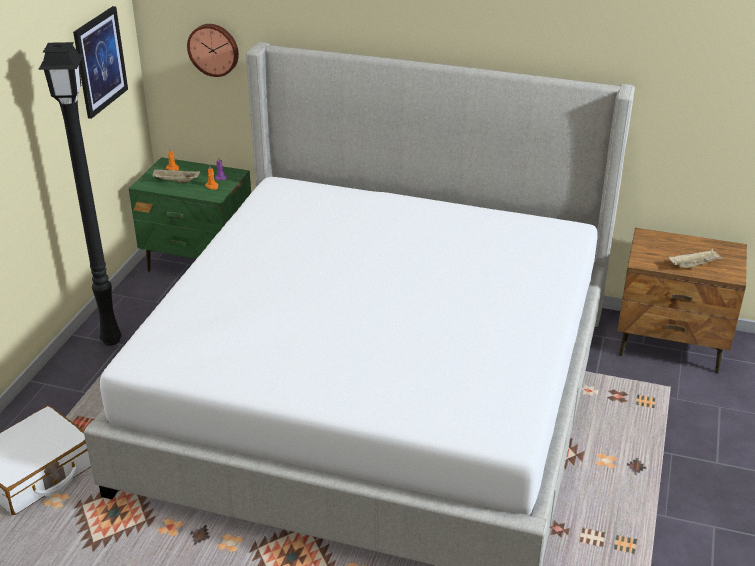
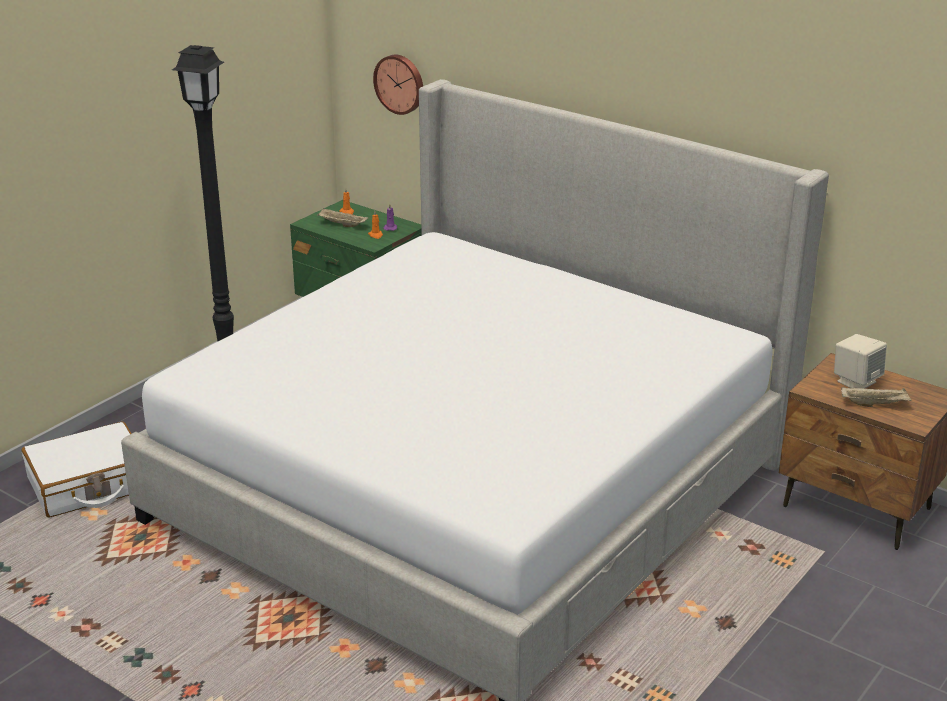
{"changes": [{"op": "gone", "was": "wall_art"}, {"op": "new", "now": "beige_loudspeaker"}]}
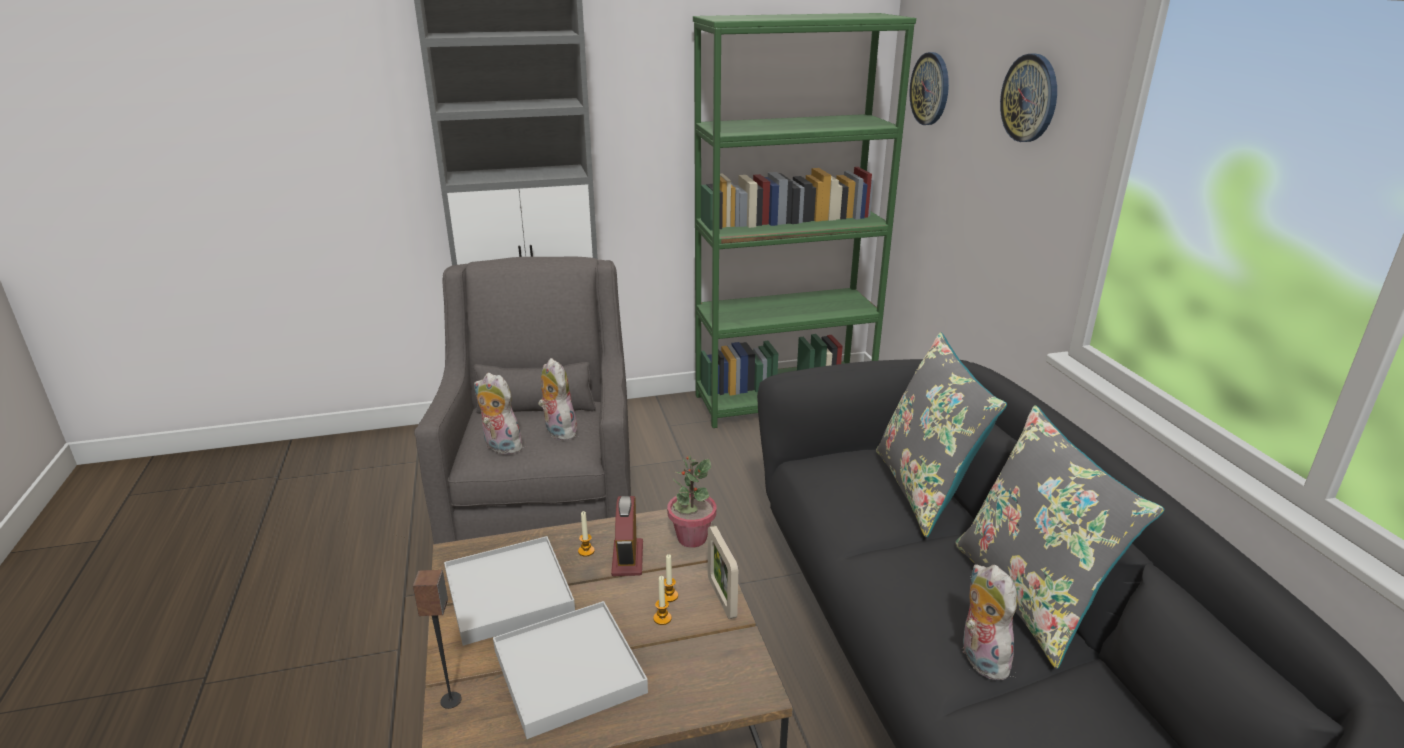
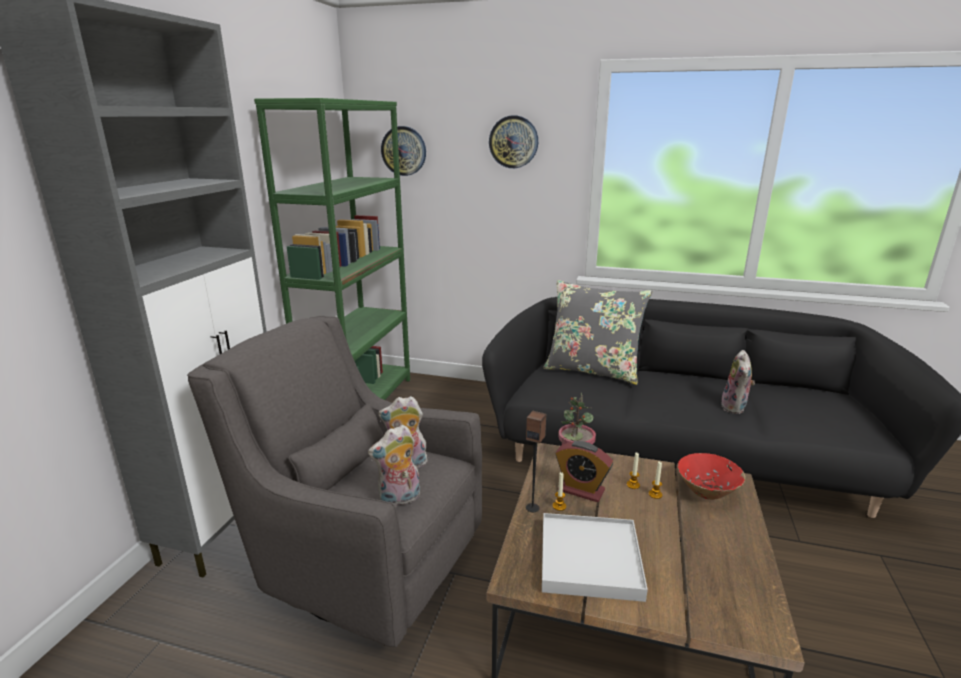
{"changes": [{"op": "shifted", "was": "loudspeaker"}, {"op": "gone", "was": "whitish_serving_tray (no. 2 from left)"}, {"op": "gone", "was": "picture_frame"}, {"op": "gone", "was": "grey_pillow (no. 2 from left)"}, {"op": "rotated", "was": "soft_toy (no. 3 from left)", "clockwise": -90}, {"op": "new", "now": "red_bowl"}]}
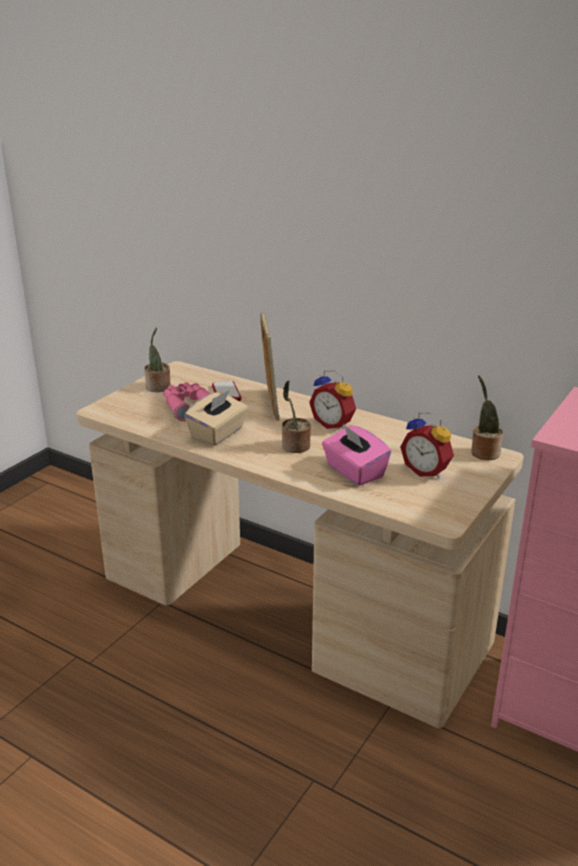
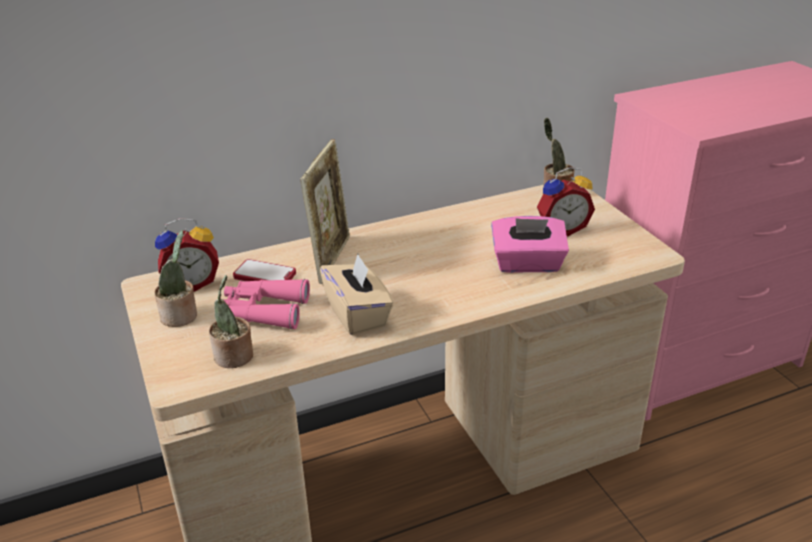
{"changes": [{"op": "rotated", "was": "picture_frame", "clockwise": 75}, {"op": "shifted", "was": "potted_plant (no. 2 from left)"}, {"op": "shifted", "was": "alarm_clock (no. 1 from left)"}]}
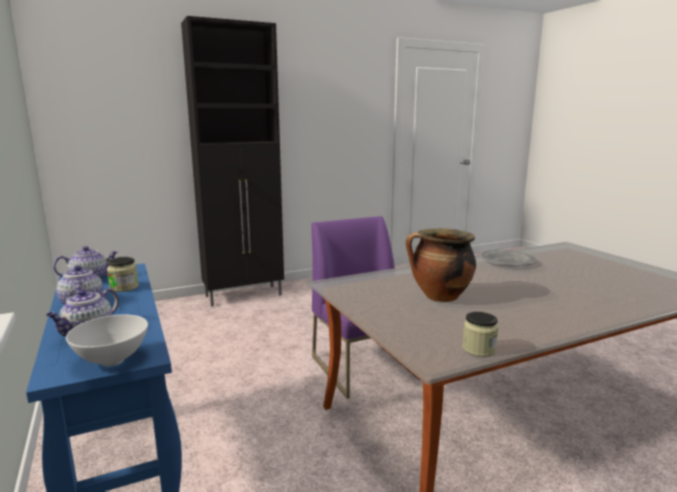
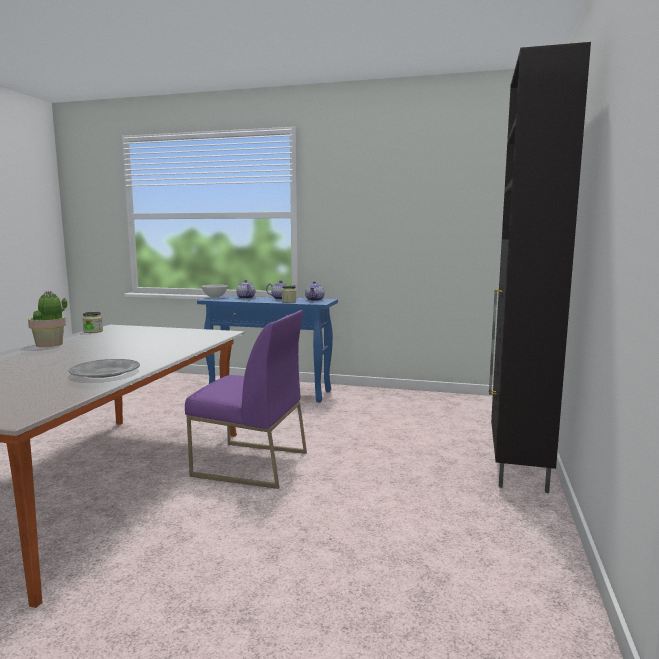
{"changes": [{"op": "gone", "was": "stockpot"}, {"op": "new", "now": "potted_plant"}]}
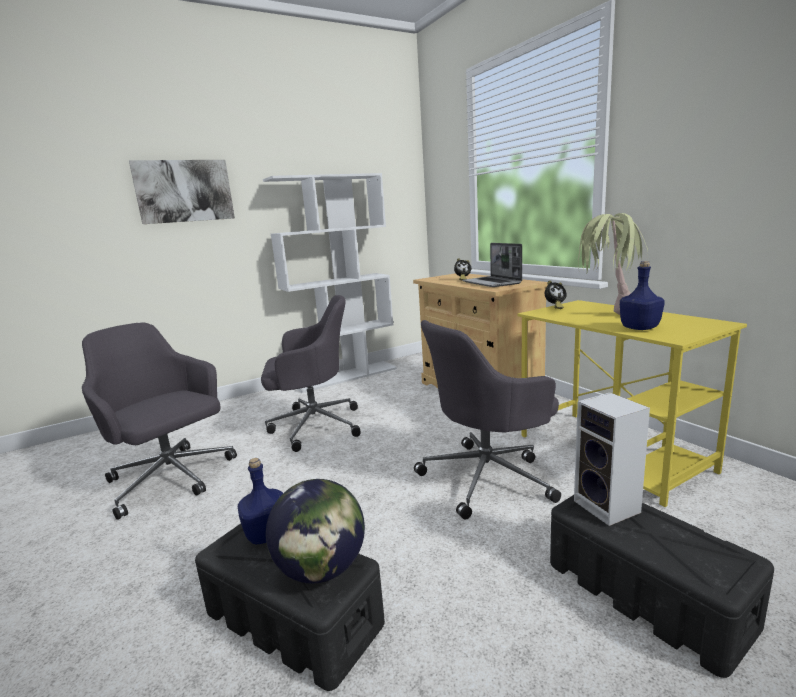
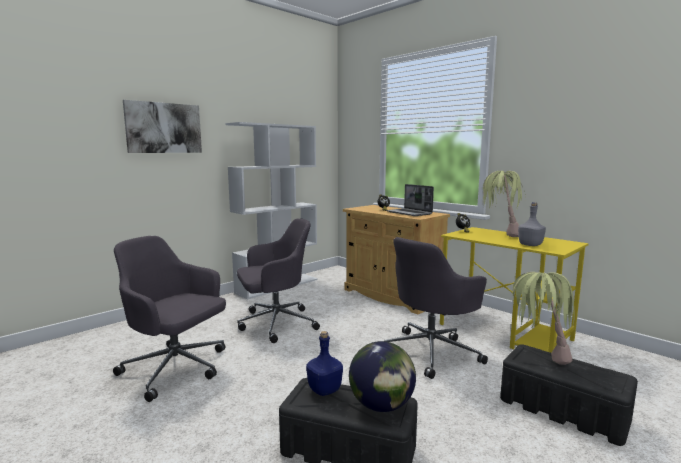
{"changes": [{"op": "swapped", "was": "loudspeaker", "now": "potted_plant (no. 2 from left)"}, {"op": "repainted", "was": "blue_beverage_bottle (no. 2 from left)", "now": "grey_beverage_bottle"}]}
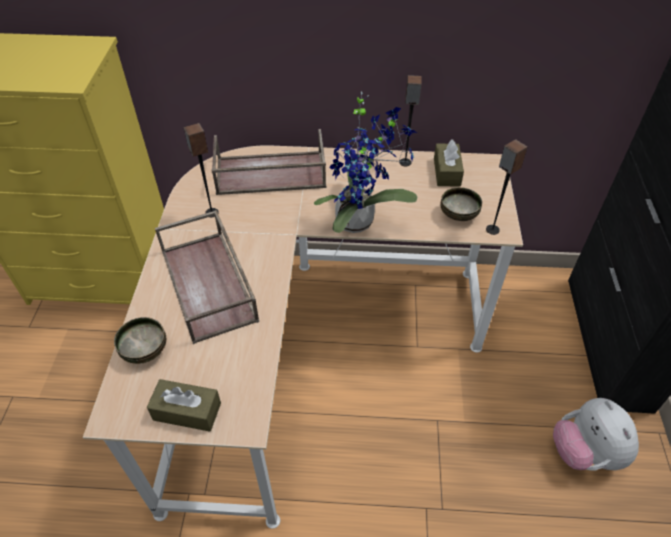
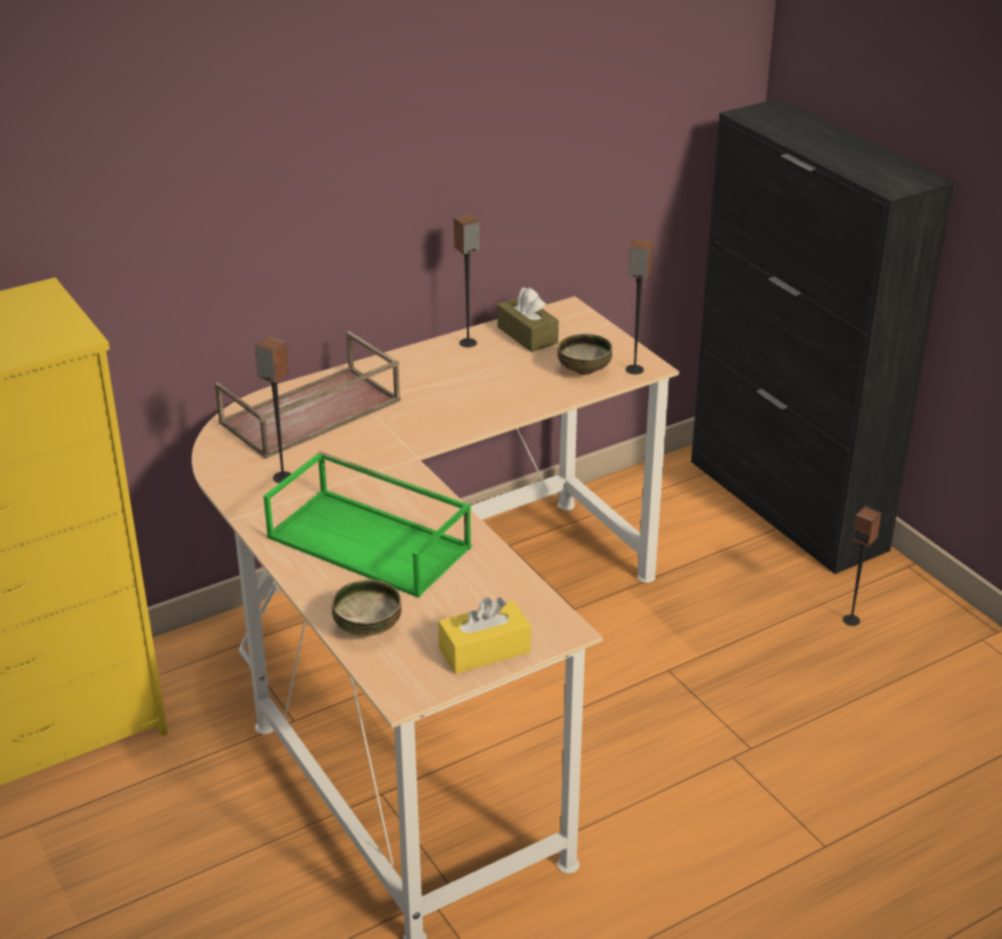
{"changes": [{"op": "repainted", "was": "brown-coloured_tissue_box (no. 1 from left)", "now": "yellow-coloured_tissue_box"}, {"op": "repainted", "was": "brown-coloured_serving_tray (no. 1 from left)", "now": "green_serving_tray"}, {"op": "gone", "was": "potted_plant"}, {"op": "swapped", "was": "soft_toy", "now": "loudspeaker (no. 4 from left)"}]}
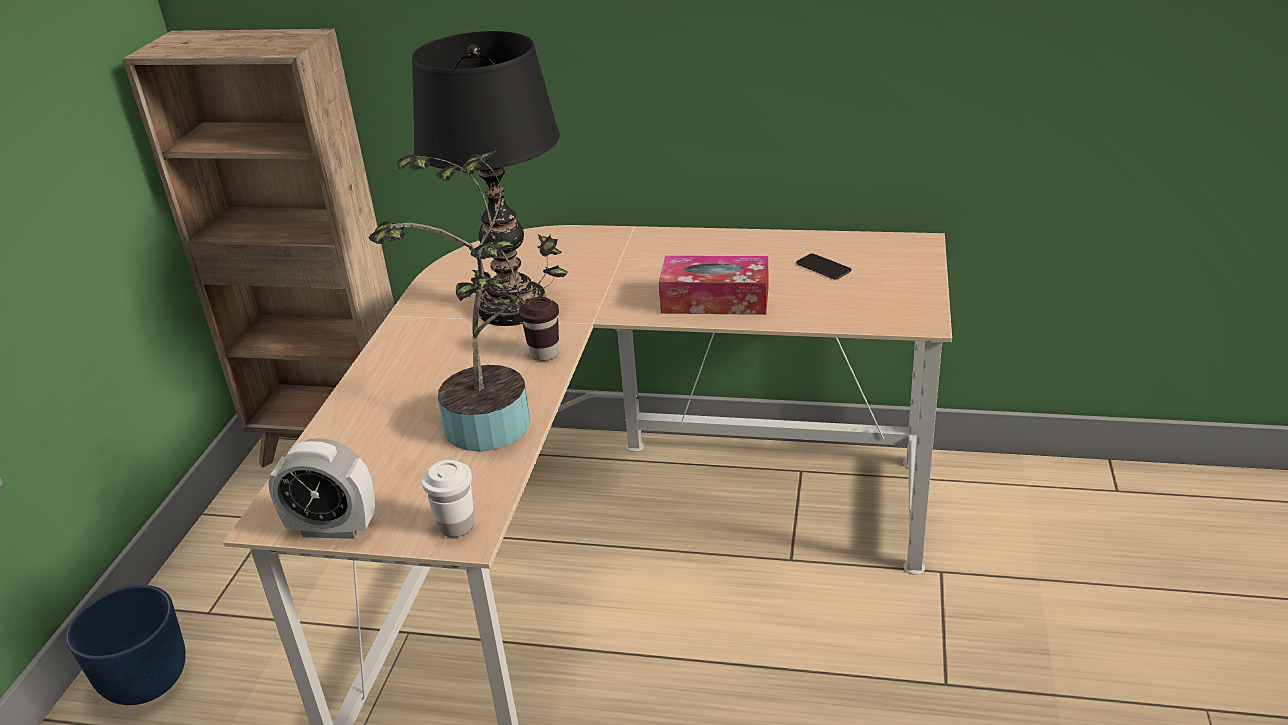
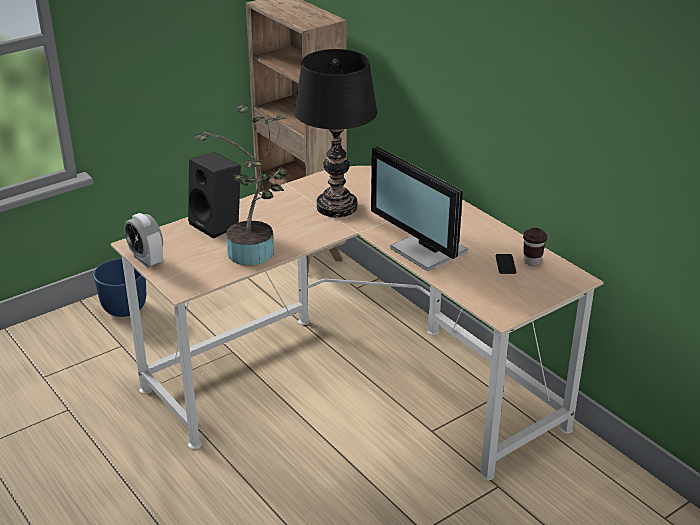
{"changes": [{"op": "gone", "was": "whitish_cup"}, {"op": "shifted", "was": "brown-coloured_cup"}, {"op": "swapped", "was": "tissue_box", "now": "computer_display"}, {"op": "new", "now": "black_loudspeaker"}]}
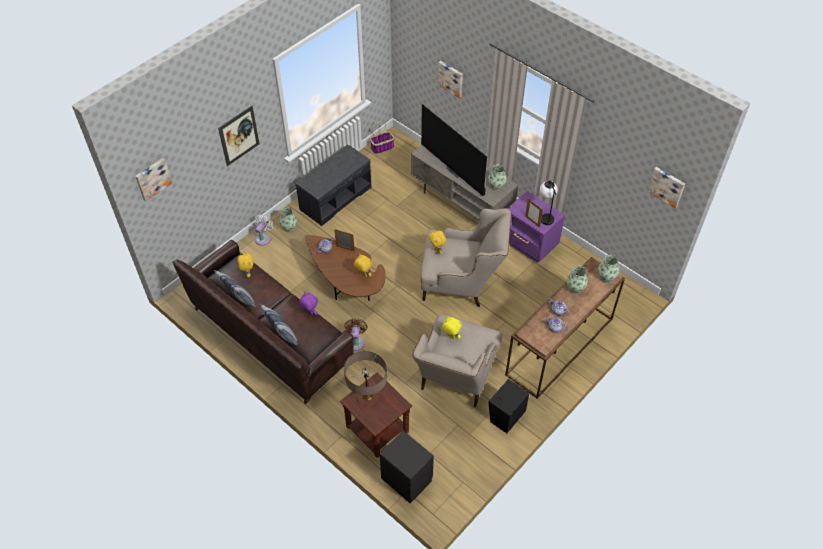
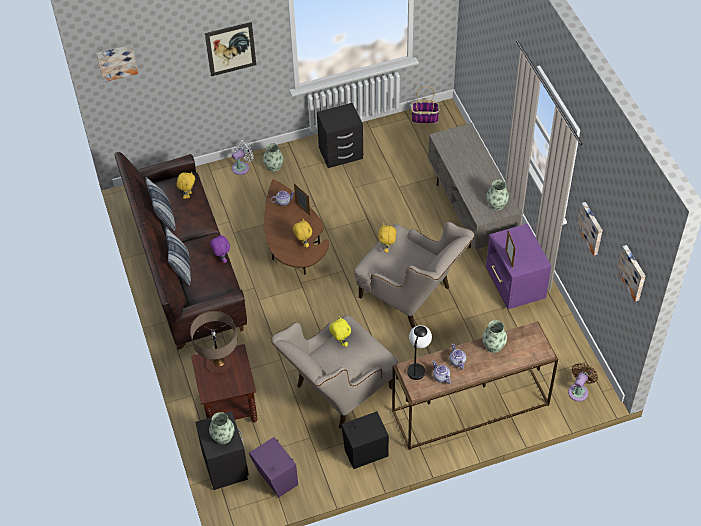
{"changes": [{"op": "swapped", "was": "grey_long_seat", "now": "black_night_table (no. 2 from left)"}, {"op": "shifted", "was": "brown-coloured_electric_fan"}, {"op": "gone", "was": "television"}, {"op": "shifted", "was": "wall_art (no. 3 from left)"}, {"op": "shifted", "was": "table_lamp (no. 2 from left)"}, {"op": "shifted", "was": "flower_vase (no. 4 from left in the first image)", "now": "flower_vase (no. 1 from left)"}, {"op": "new", "now": "purple_loudspeaker"}]}
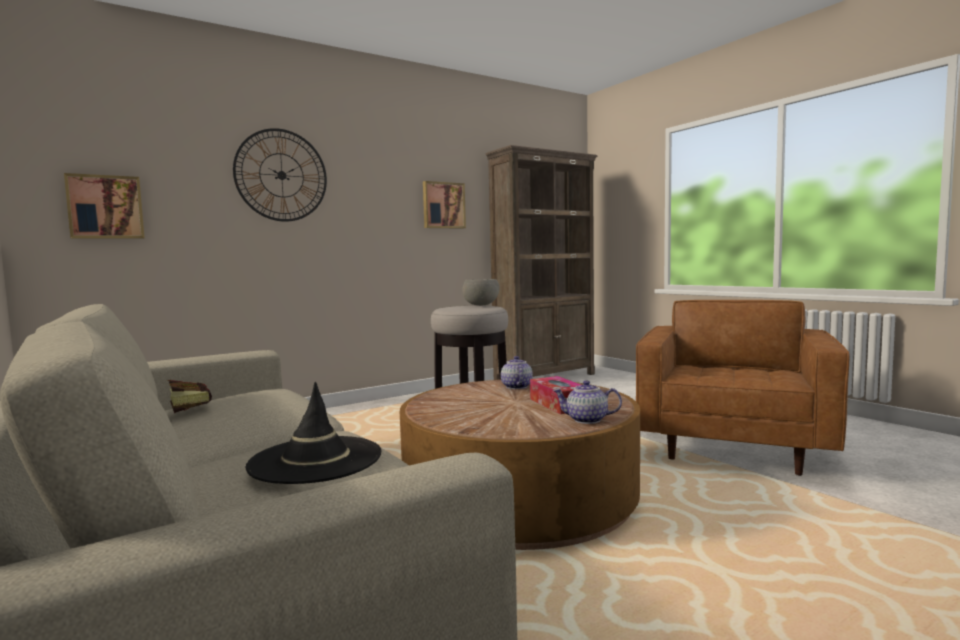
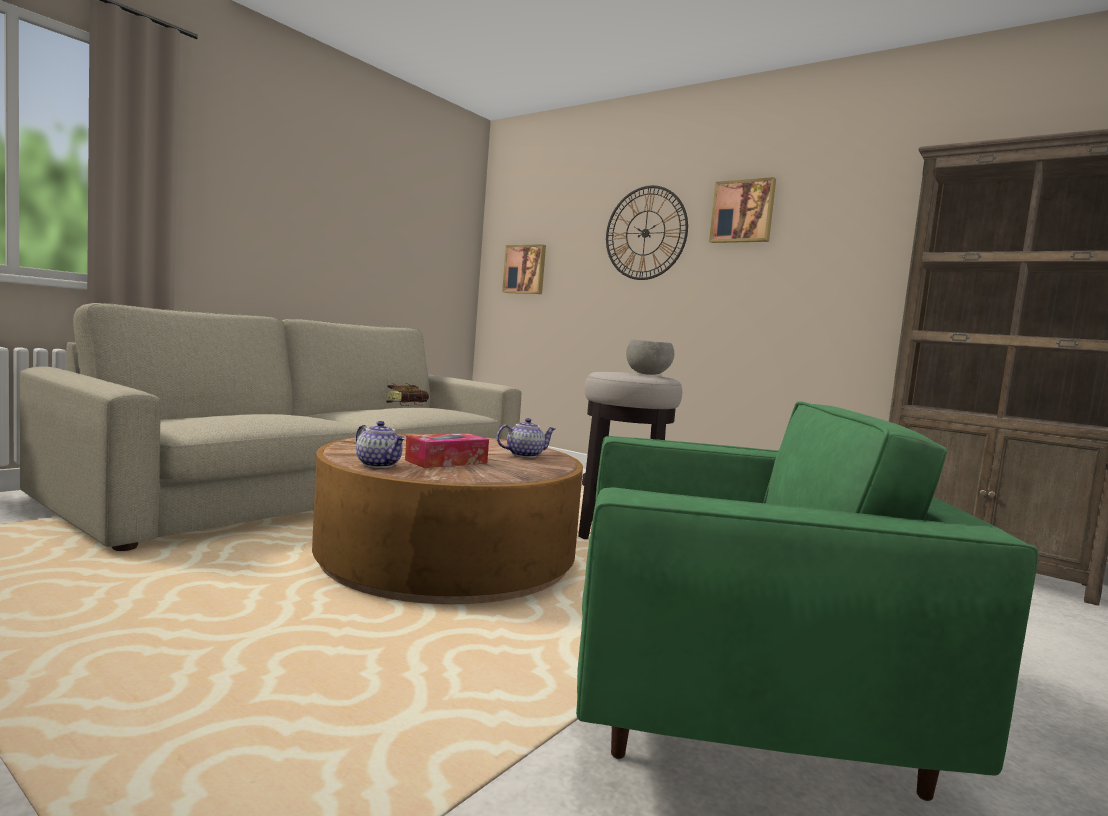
{"changes": [{"op": "gone", "was": "black_wearable_hat"}, {"op": "shifted", "was": "wall_art (no. 2 from left)"}, {"op": "rotated", "was": "pot_for_tea (no. 2 from left in the first image)", "clockwise": 135}, {"op": "repainted", "was": "brown-coloured_lounge_chair", "now": "green_lounge_chair"}]}
